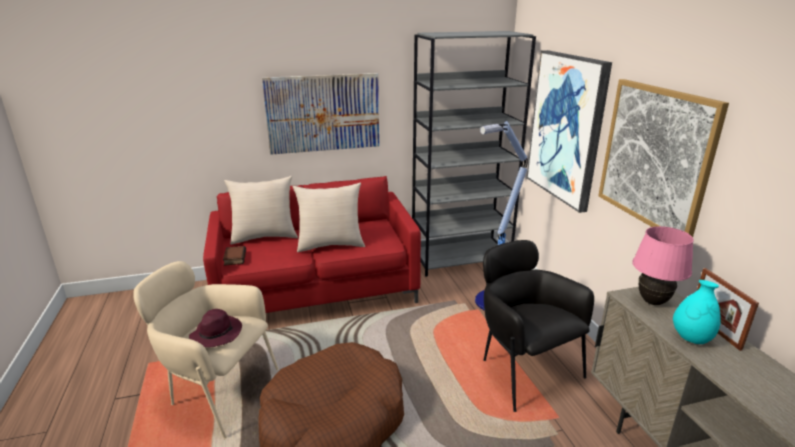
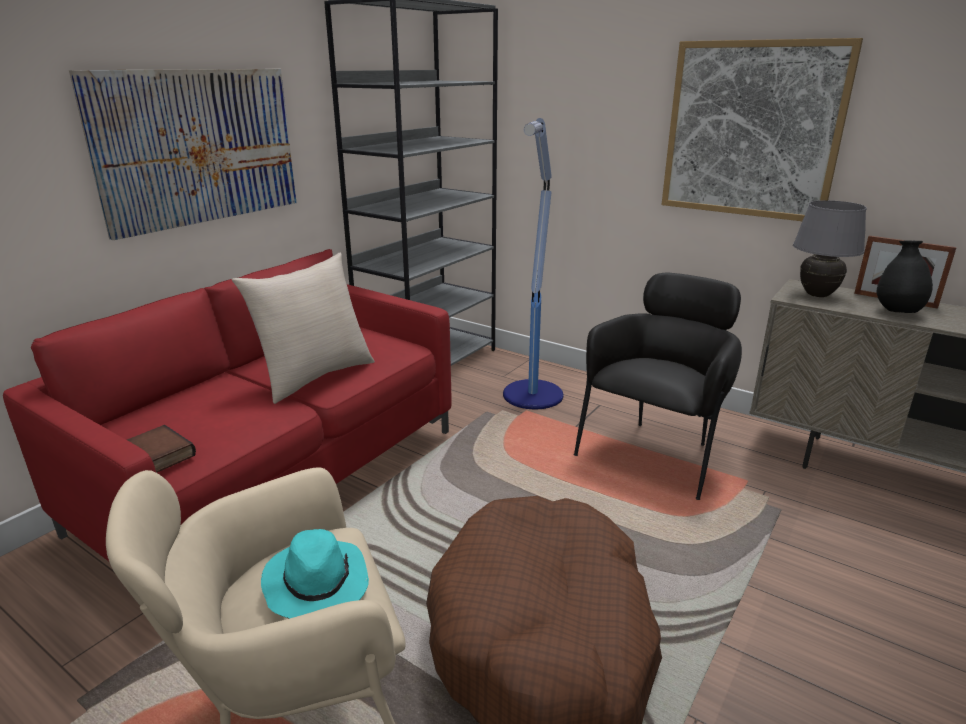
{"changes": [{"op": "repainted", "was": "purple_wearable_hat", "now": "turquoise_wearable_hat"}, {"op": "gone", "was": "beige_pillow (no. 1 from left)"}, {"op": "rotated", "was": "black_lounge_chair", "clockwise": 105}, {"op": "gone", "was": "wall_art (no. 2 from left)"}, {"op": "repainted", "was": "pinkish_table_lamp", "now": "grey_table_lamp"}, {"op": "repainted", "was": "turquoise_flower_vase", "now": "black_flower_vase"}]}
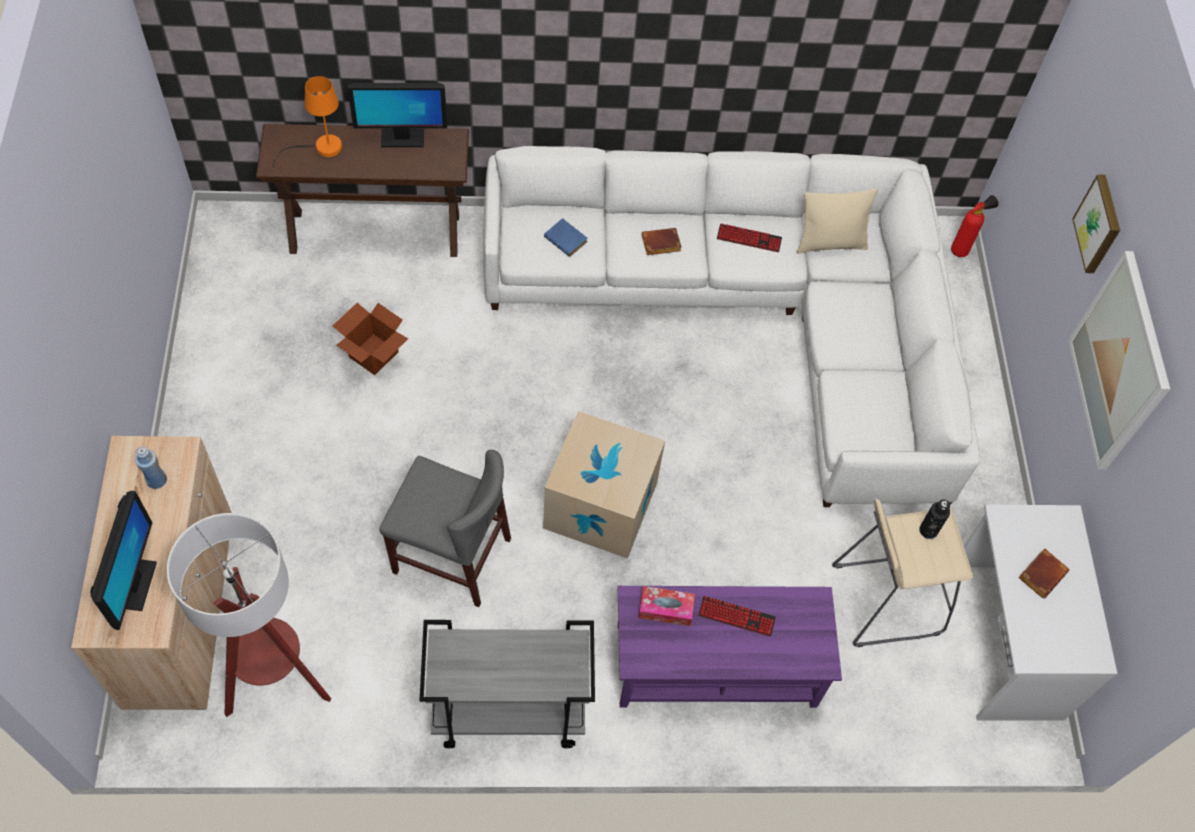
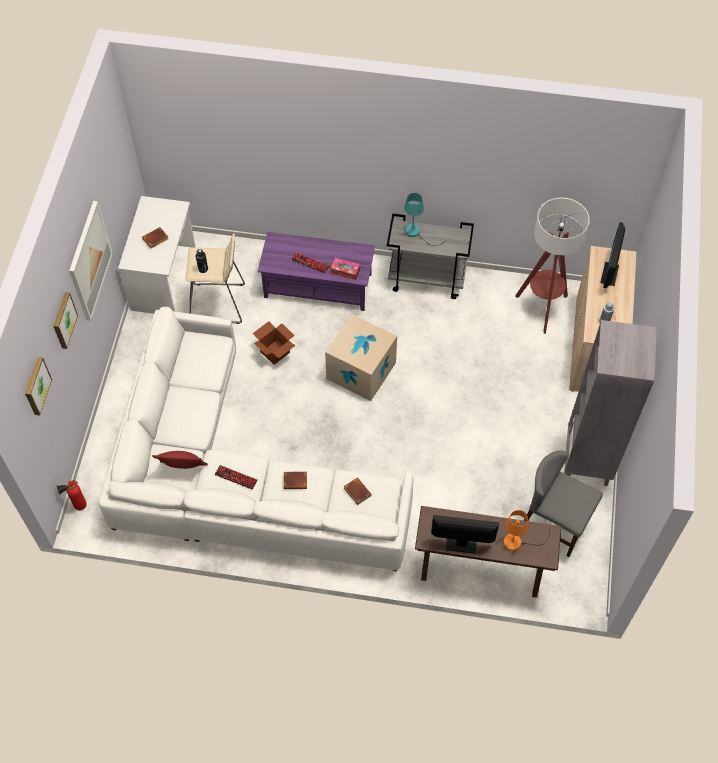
{"changes": [{"op": "shifted", "was": "packing_box (no. 1 from left)"}, {"op": "shifted", "was": "grey_plain_chair"}, {"op": "repainted", "was": "blue_volume", "now": "brown-coloured_volume (no. 3 from left)"}, {"op": "repainted", "was": "beige_pillow", "now": "red_pillow"}, {"op": "new", "now": "wall_art (no. 1 from left)"}, {"op": "new", "now": "turquoise_table_lamp"}, {"op": "new", "now": "grey_shelving_unit"}]}
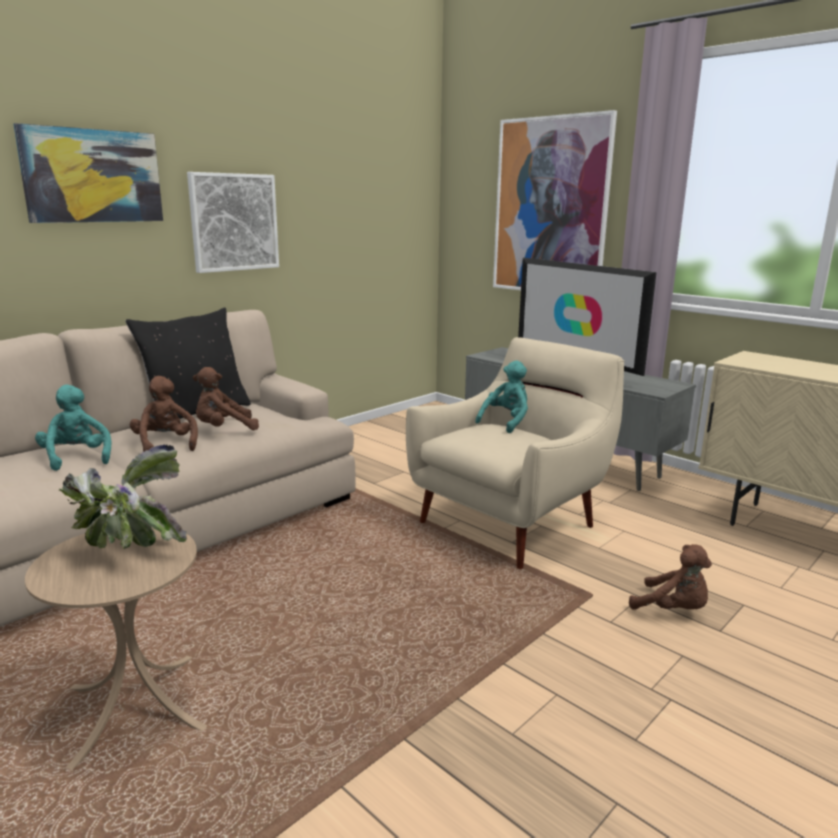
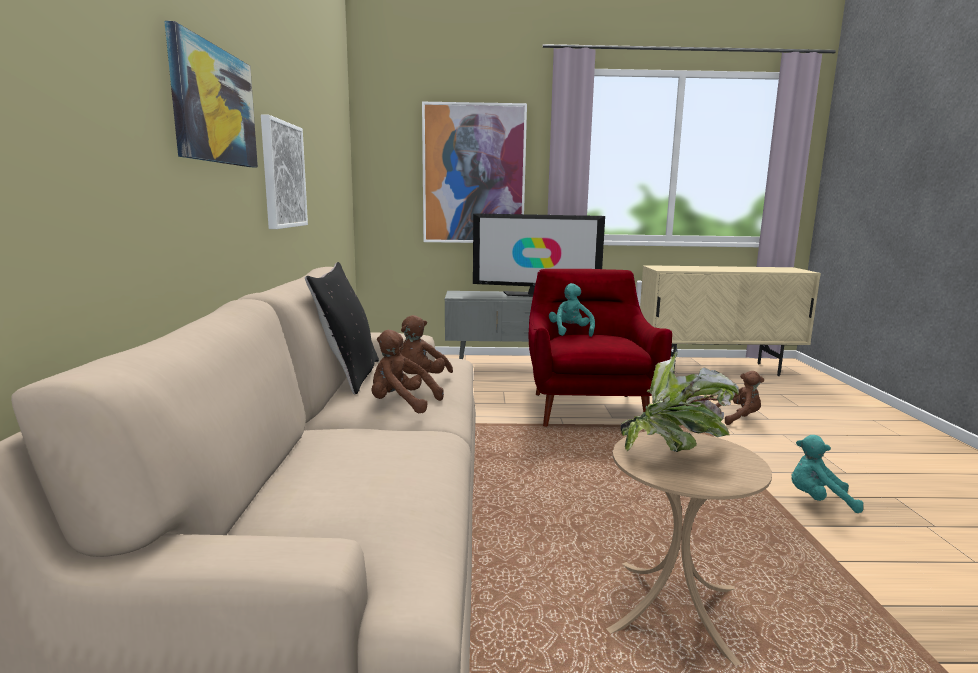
{"changes": [{"op": "shifted", "was": "turquoise_soft_toy (no. 1 from left in the first image)", "now": "turquoise_soft_toy (no. 2 from left)"}, {"op": "repainted", "was": "beige_lounge_chair", "now": "red_lounge_chair"}]}
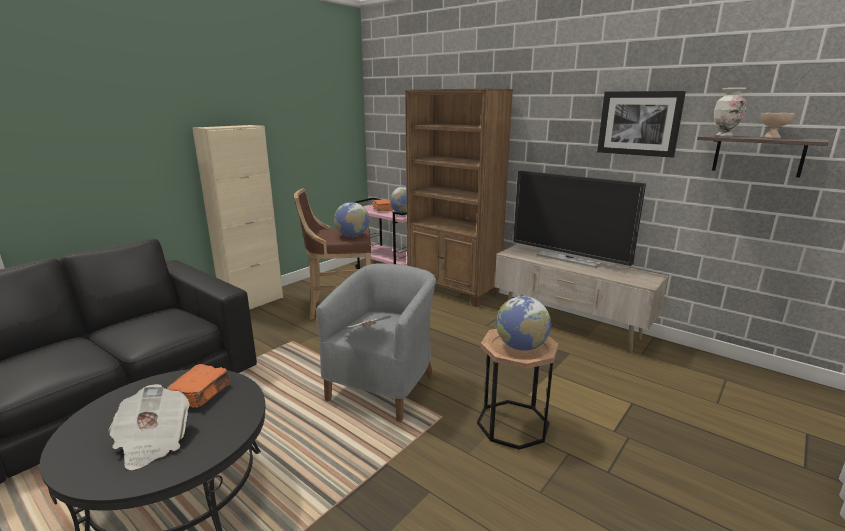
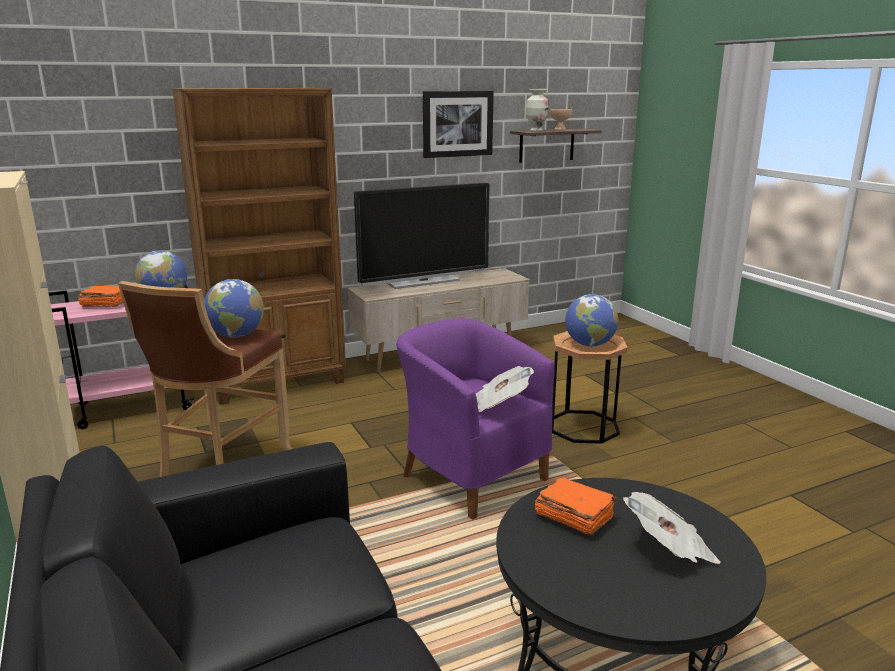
{"changes": [{"op": "repainted", "was": "grey_lounge_chair", "now": "purple_lounge_chair"}]}
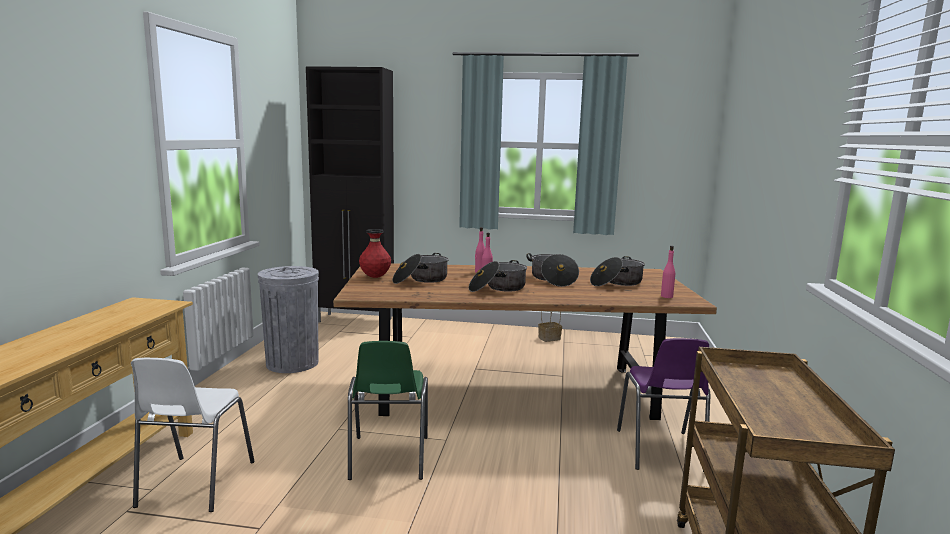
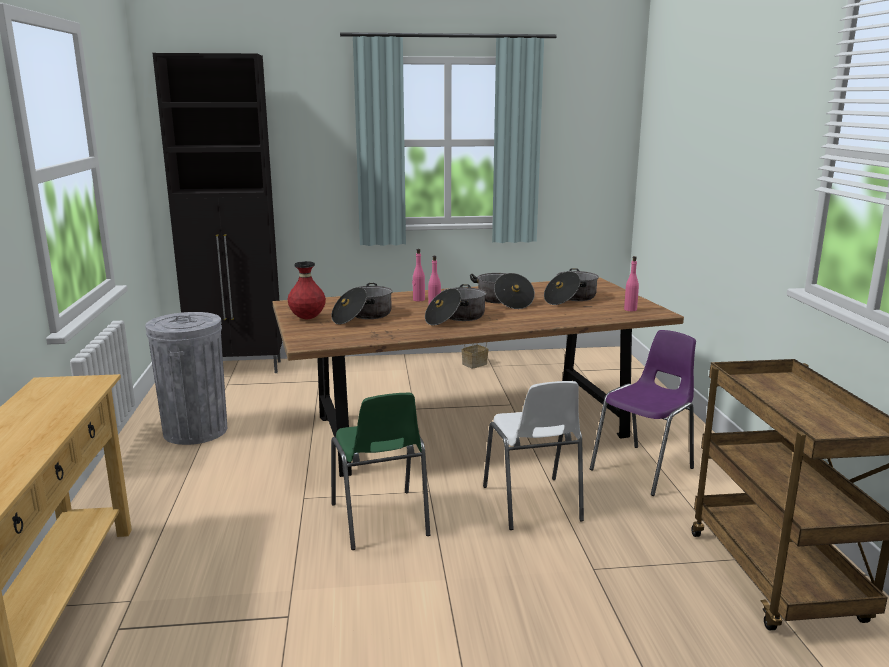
{"changes": [{"op": "shifted", "was": "whitish_plain_chair"}, {"op": "rotated", "was": "purple_plain_chair", "clockwise": -120}]}
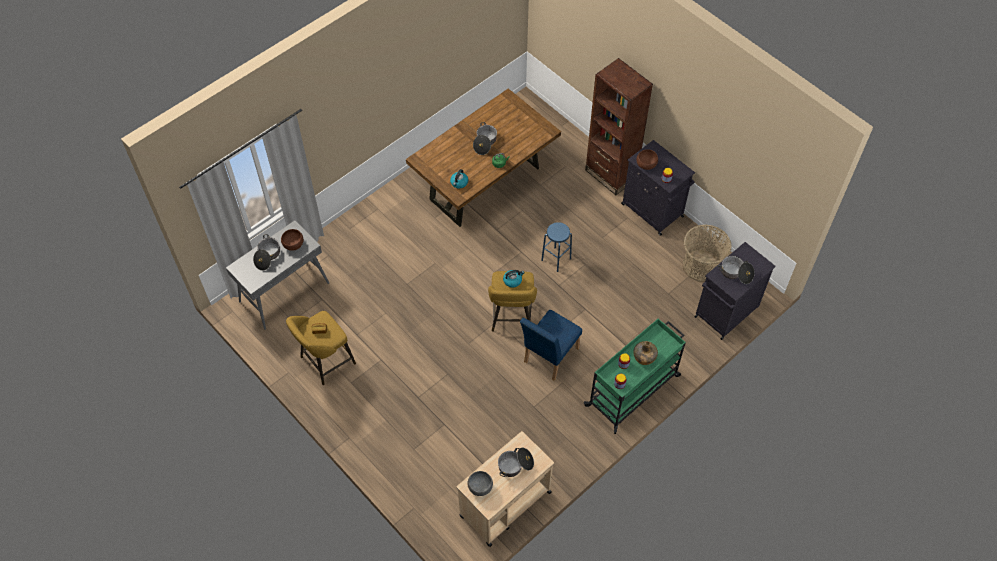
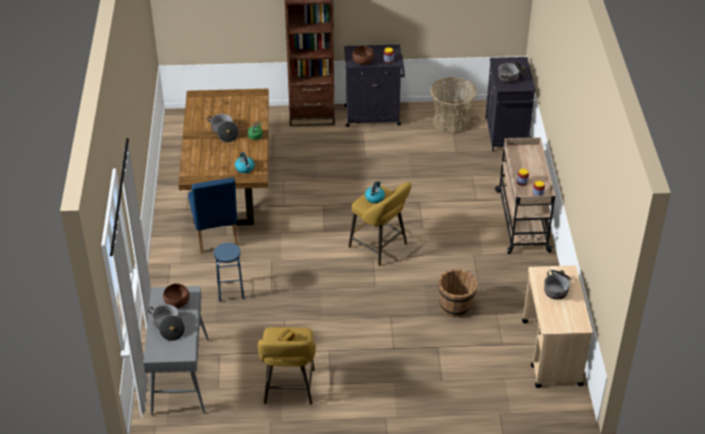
{"changes": [{"op": "gone", "was": "grey_bowl"}, {"op": "shifted", "was": "blue_plain_chair"}, {"op": "shifted", "was": "blue_stool"}, {"op": "repainted", "was": "green_cart", "now": "beige_cart (no. 1 from left)"}, {"op": "gone", "was": "green_beverage_bottle"}, {"op": "new", "now": "brown-coloured_pail"}]}
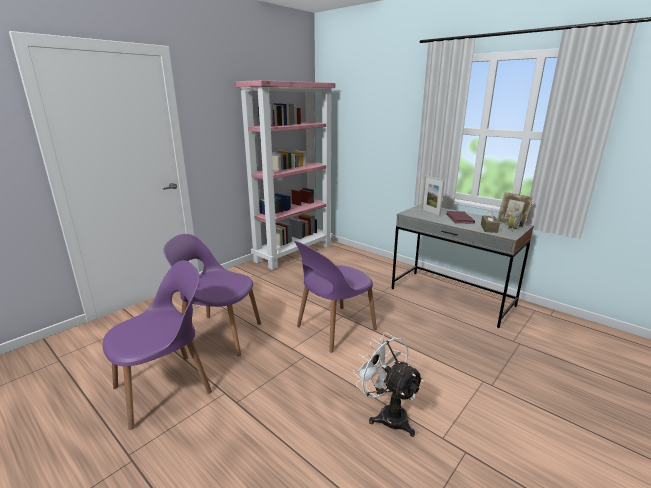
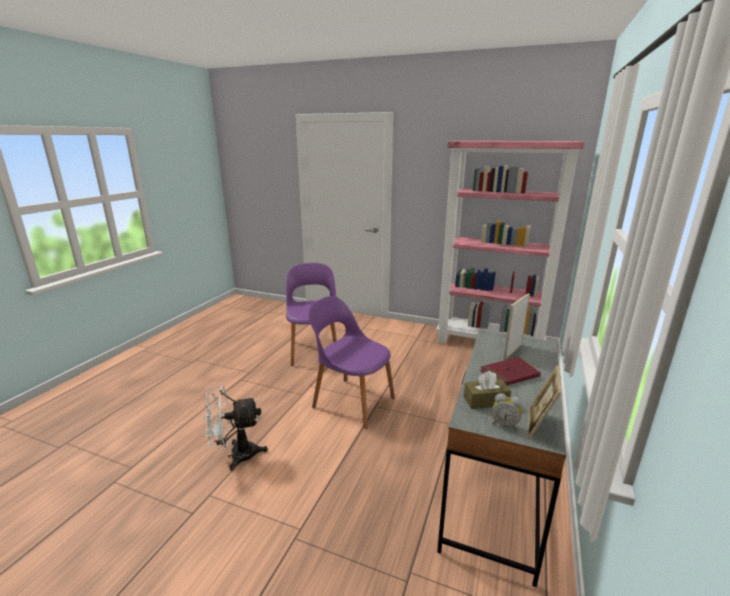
{"changes": [{"op": "gone", "was": "purple_plain_chair (no. 1 from left)"}, {"op": "rotated", "was": "whitish_electric_fan", "clockwise": -135}]}
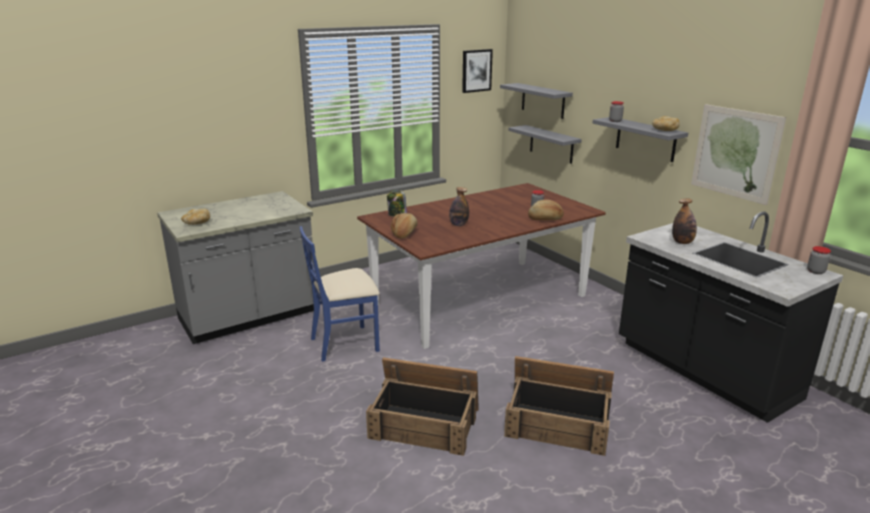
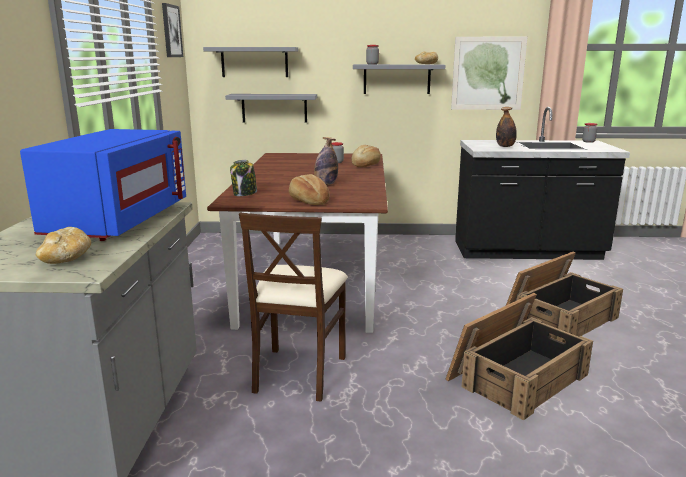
{"changes": [{"op": "repainted", "was": "blue_plain_chair", "now": "beige_plain_chair"}, {"op": "new", "now": "blue_microwave"}]}
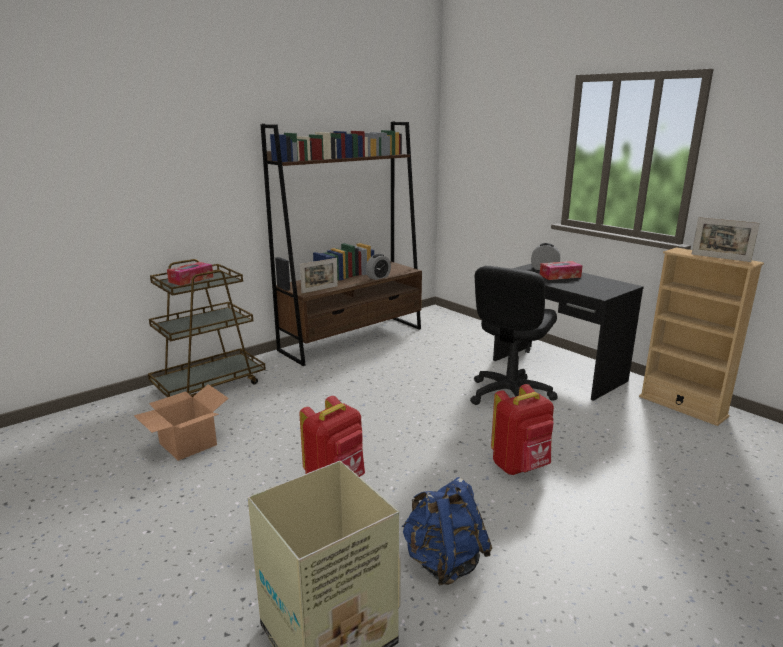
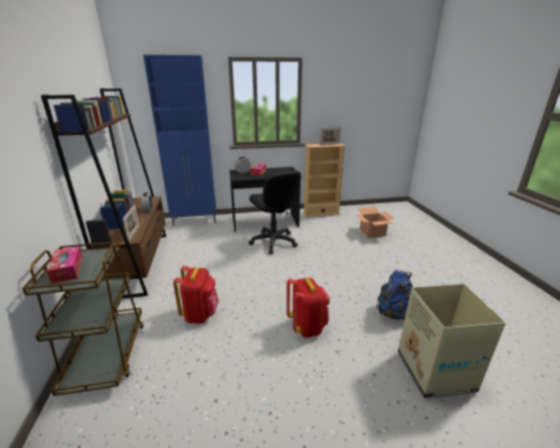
{"changes": [{"op": "shifted", "was": "packing_box (no. 1 from left)"}, {"op": "shifted", "was": "red_knapsack (no. 2 from left in the first image)", "now": "red_knapsack (no. 1 from left)"}, {"op": "new", "now": "blue_cabinet"}]}
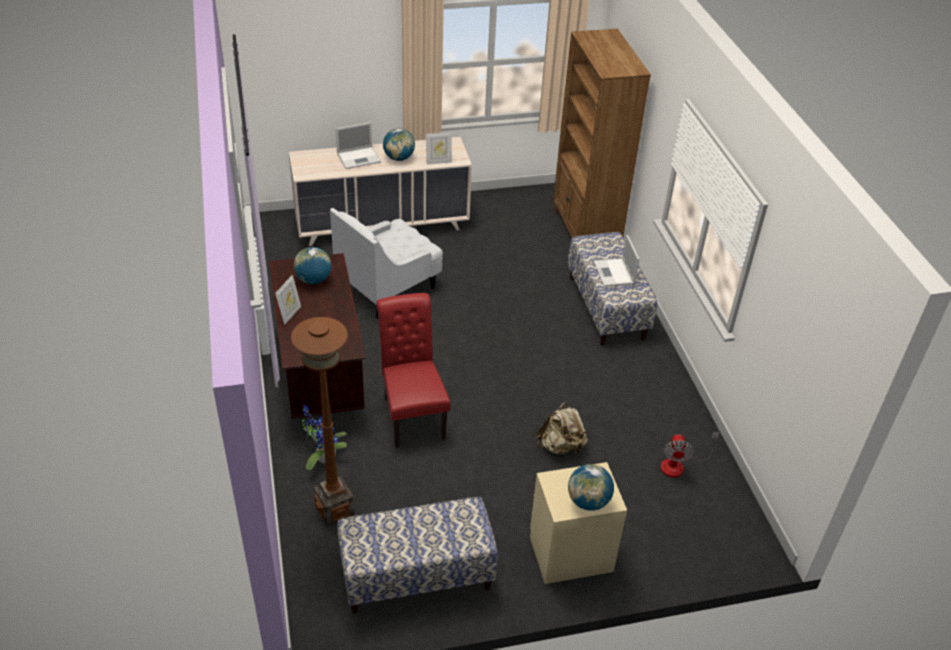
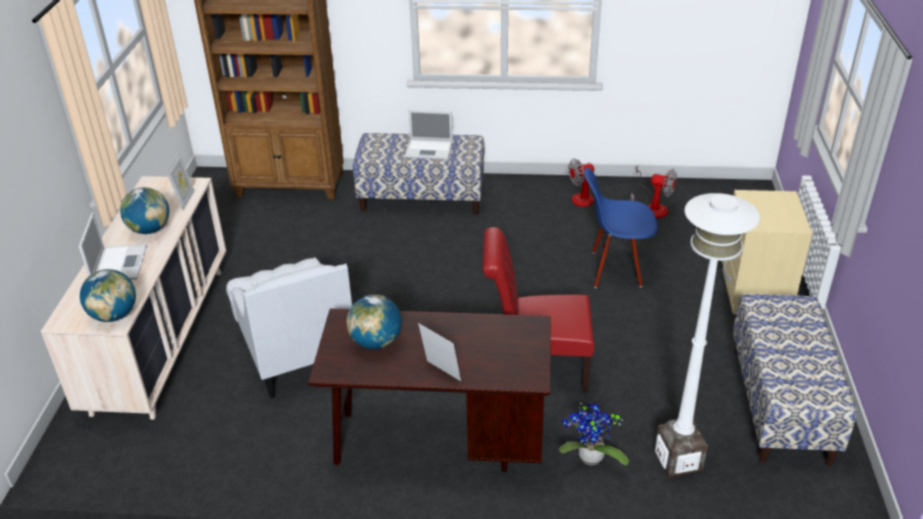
{"changes": [{"op": "repainted", "was": "brown-coloured_standard_lamp", "now": "whitish_standard_lamp"}, {"op": "swapped", "was": "beige_knapsack", "now": "blue_plain_chair"}, {"op": "shifted", "was": "globe (no. 3 from left in the first image)", "now": "globe (no. 1 from left)"}, {"op": "new", "now": "electric_fan (no. 1 from left)"}]}
